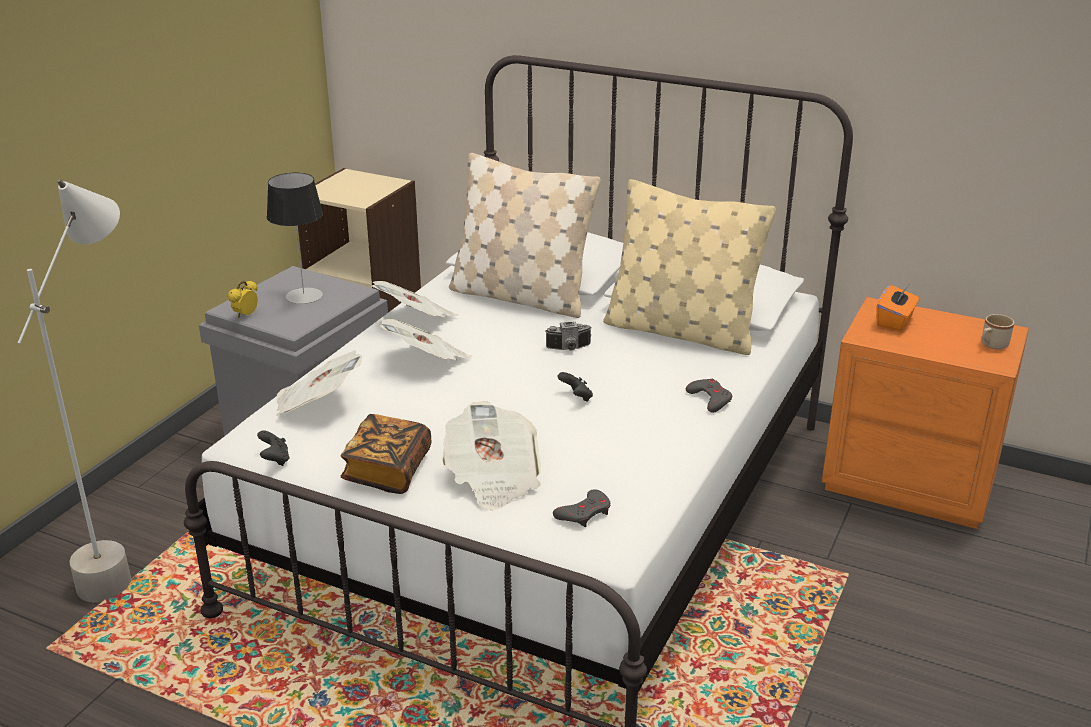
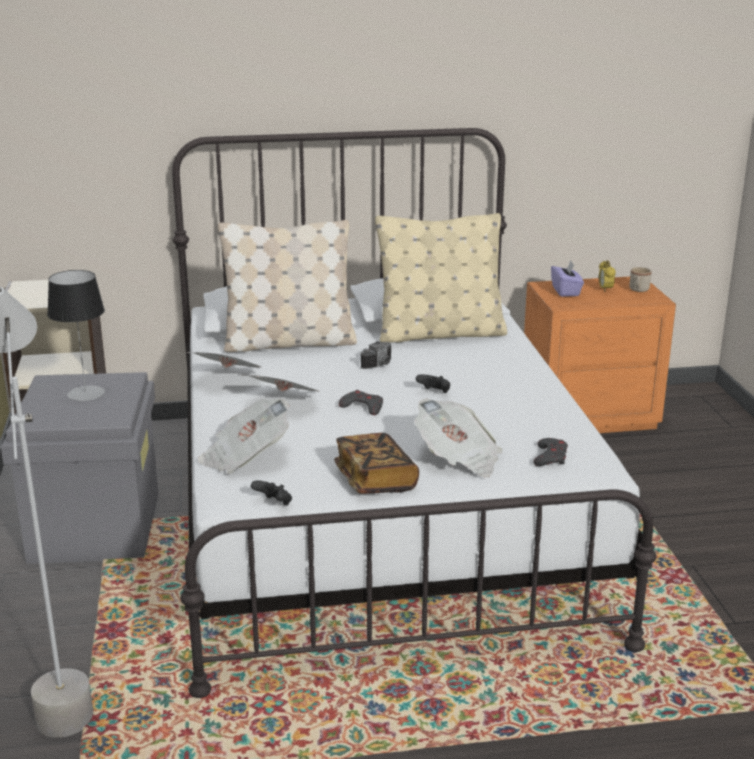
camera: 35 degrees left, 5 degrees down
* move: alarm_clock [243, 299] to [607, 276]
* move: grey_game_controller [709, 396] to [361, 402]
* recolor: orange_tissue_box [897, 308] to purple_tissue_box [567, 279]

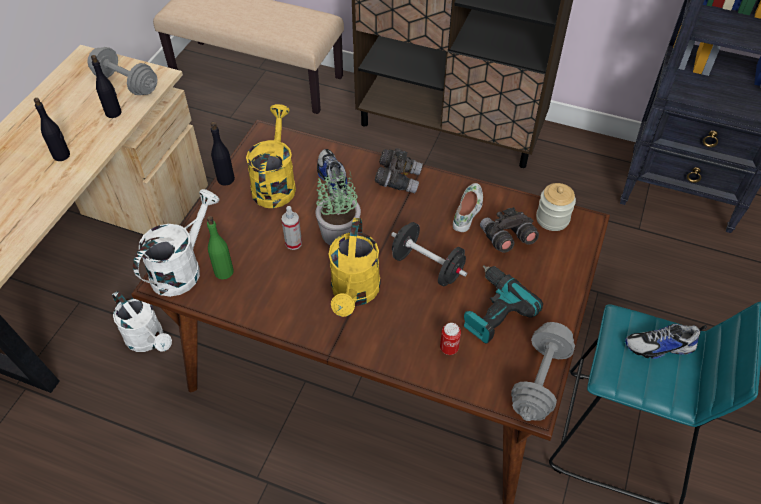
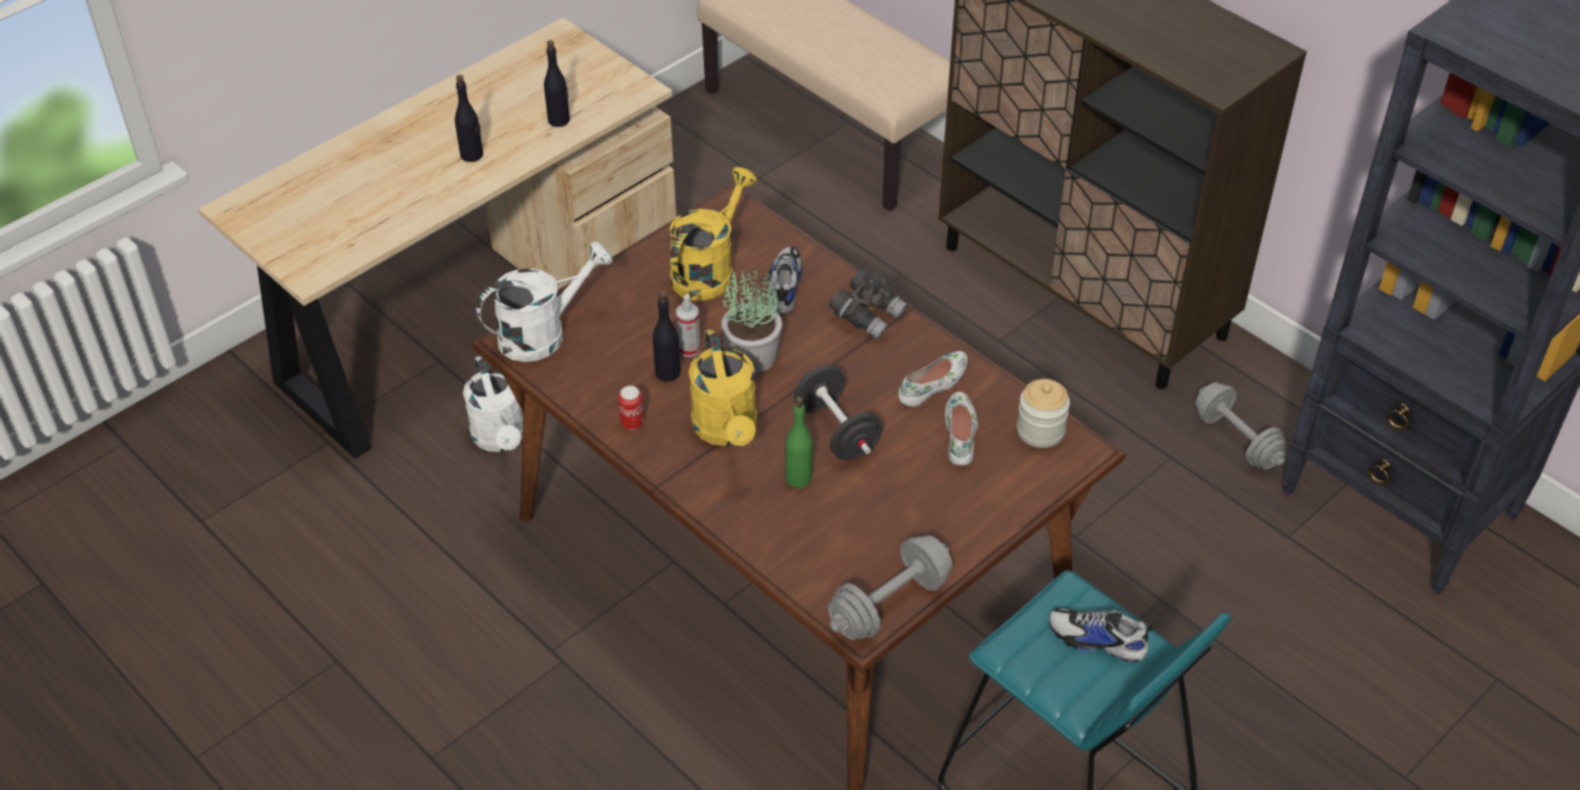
camera: 25 degrees right, 5 degrees down
* delete: power_drill [503, 305]
* move: grey_dumbbell [122, 71] to [1241, 426]
* move: green_bottle [220, 247] to [799, 442]
* move: black_bottle [223, 153] to [667, 336]
* move: can [450, 339] to [631, 408]
* replace: grey_binoculars [509, 230] to white_shoe [961, 428]
* rotate: yellow_watering_can [354, 267] = [723, 387] 45 degrees counterclockwise

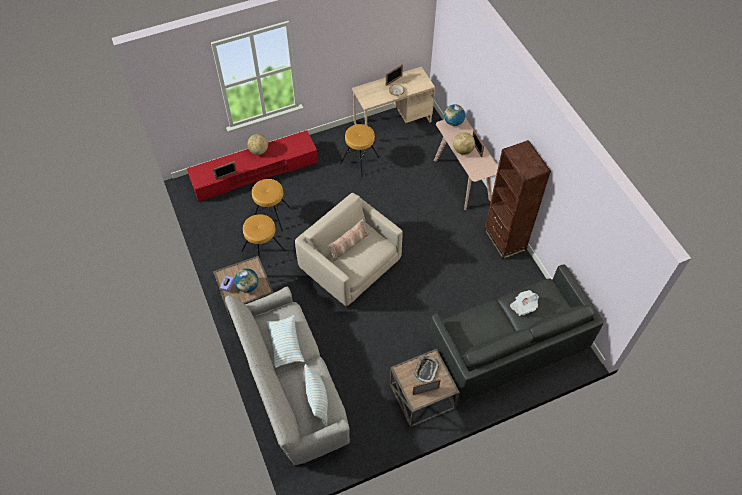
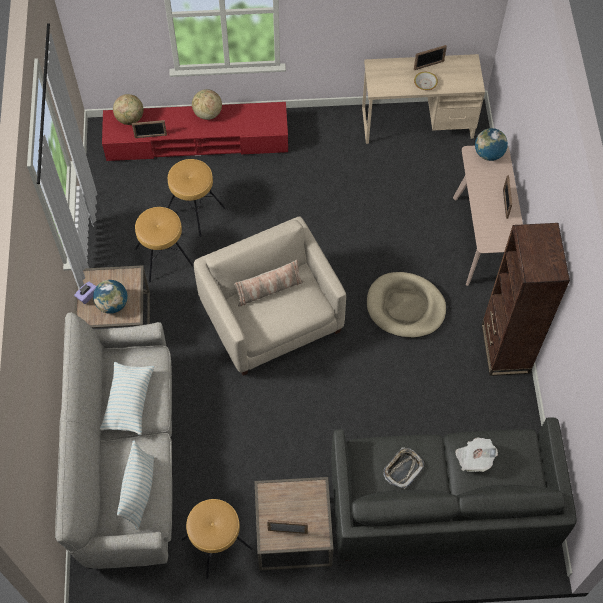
camera: 20 degrees right, 5 degrees up
* insert: beige_dog_bed [406, 305]
* move: brown_stool [360, 150] to [216, 539]
* move: tray [426, 369] to [403, 468]
* move: globe [464, 143] to [128, 109]

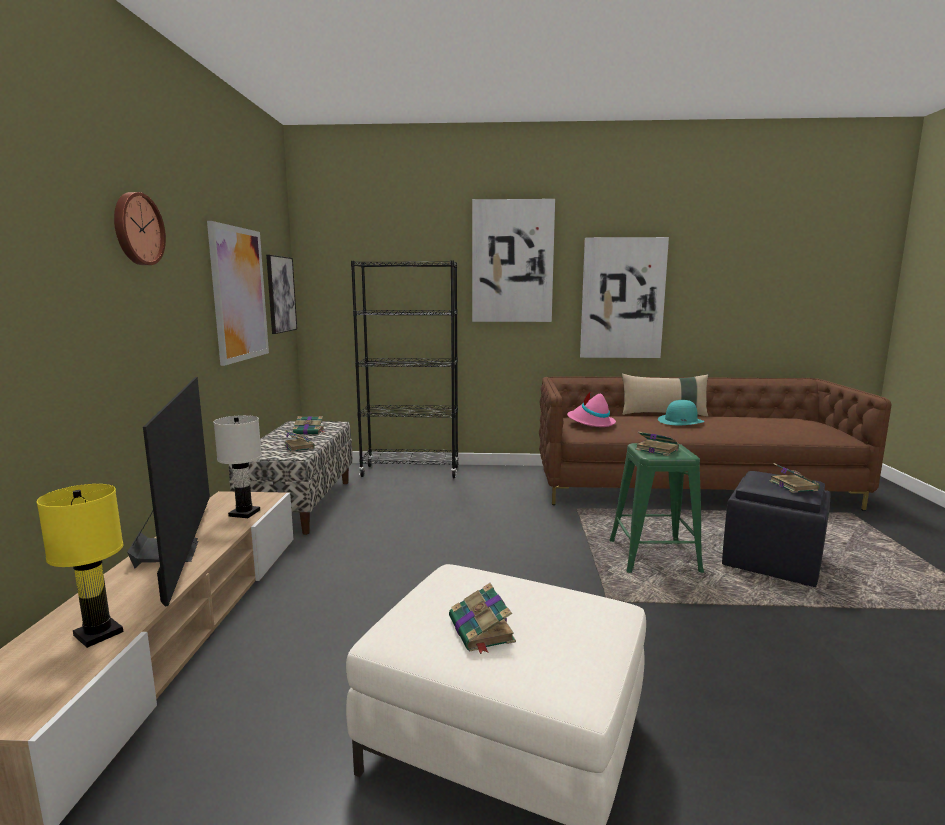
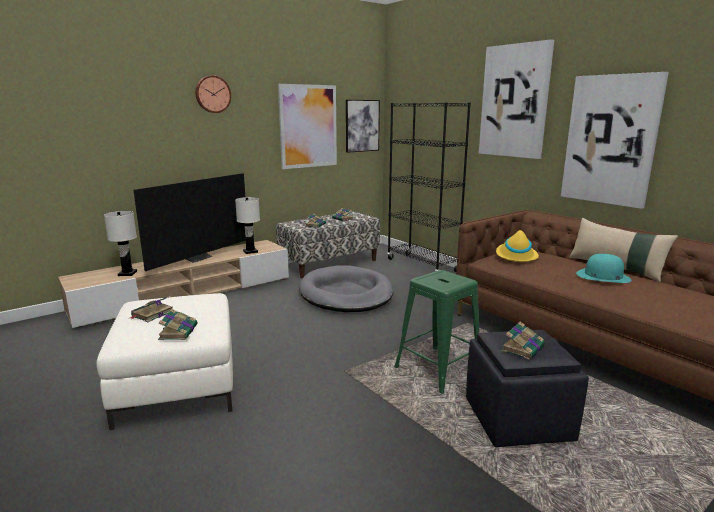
camera: 50 degrees right, 5 degrees up
* insert: grey_dog_bed [346, 288]
* move: book [657, 443] to [178, 324]
* recolor: yellow_table_lamp [79, 566] to white_table_lamp [120, 243]
* recolor: pink_hat [591, 409] to yellow_hat [517, 246]

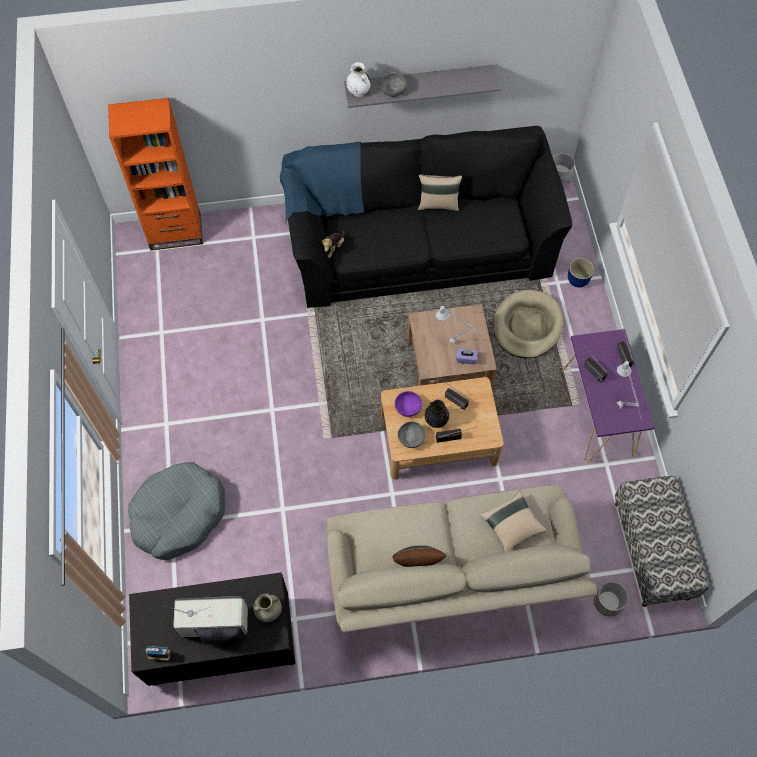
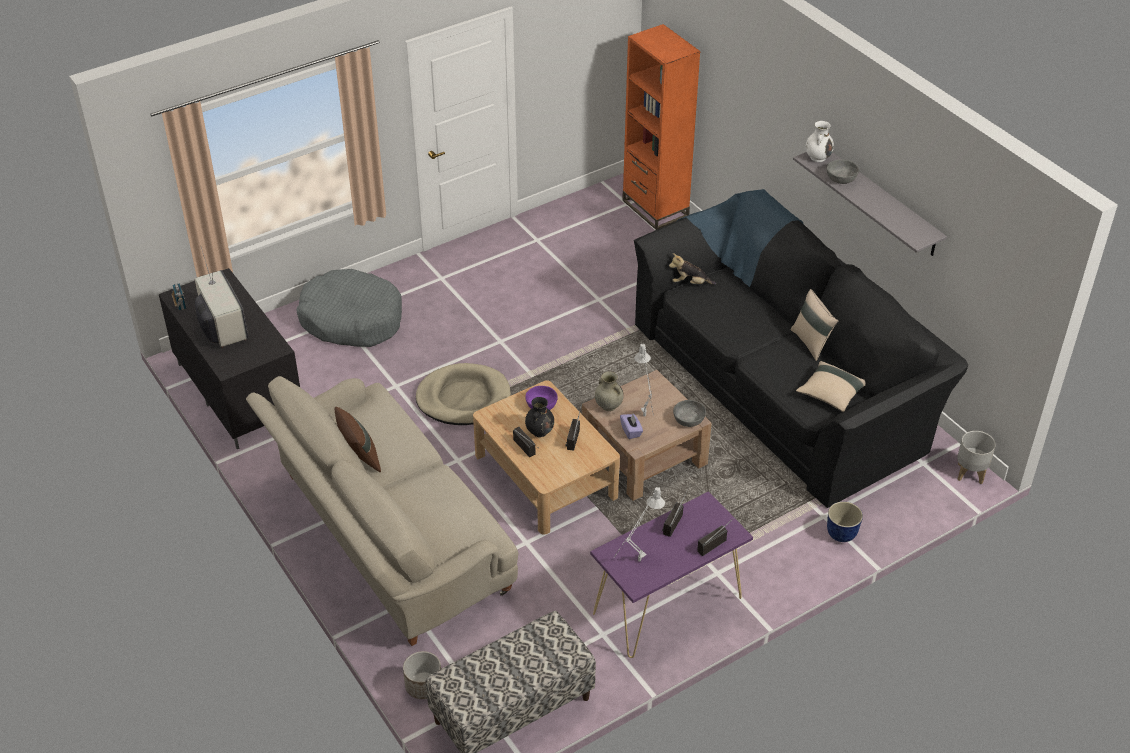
camera: 65 degrees right, 20 degrees down
* move: beige_vase [267, 607] to [609, 391]
* move: grey_bowl [412, 434] to [689, 413]
* move: beige_pillow [513, 521] to [831, 386]
* move: beige_dog_bed [528, 324] to [463, 394]

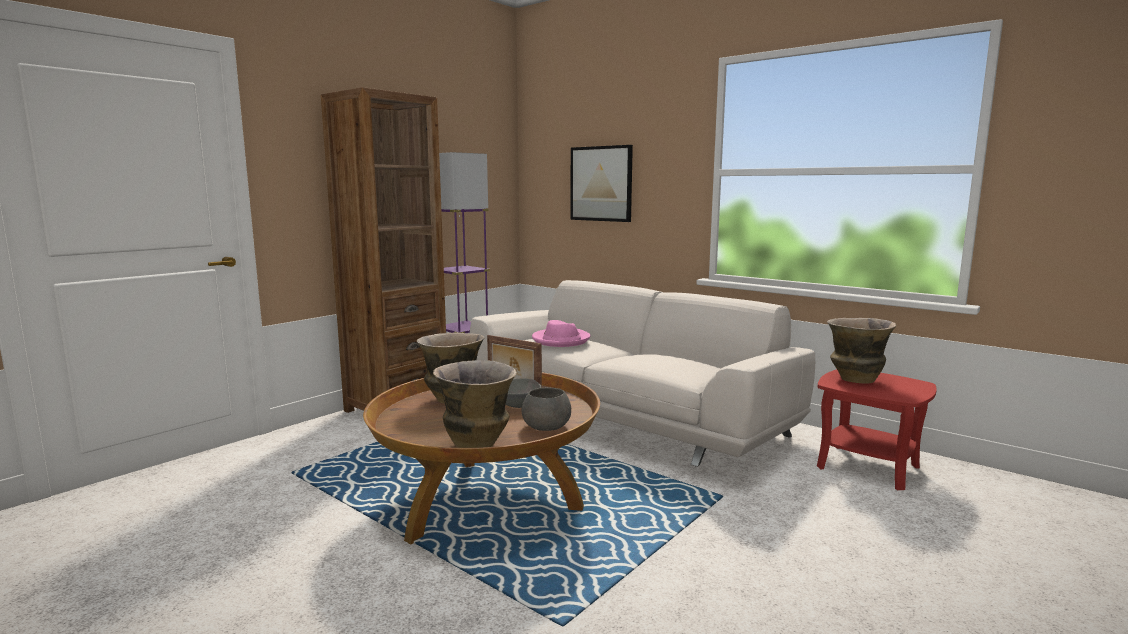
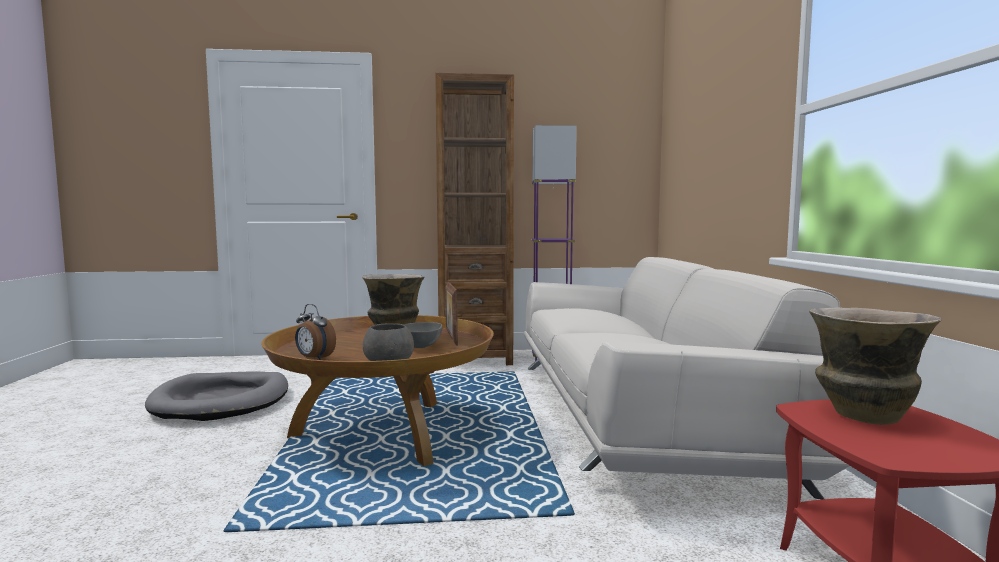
camera: 45 degrees right, 5 degrees down
* delete: pink_hat [561, 333]
* delete: picture [602, 183]
* insert: grey_dog_bed [216, 396]
* replace: vase [475, 404] to alarm_clock [315, 332]

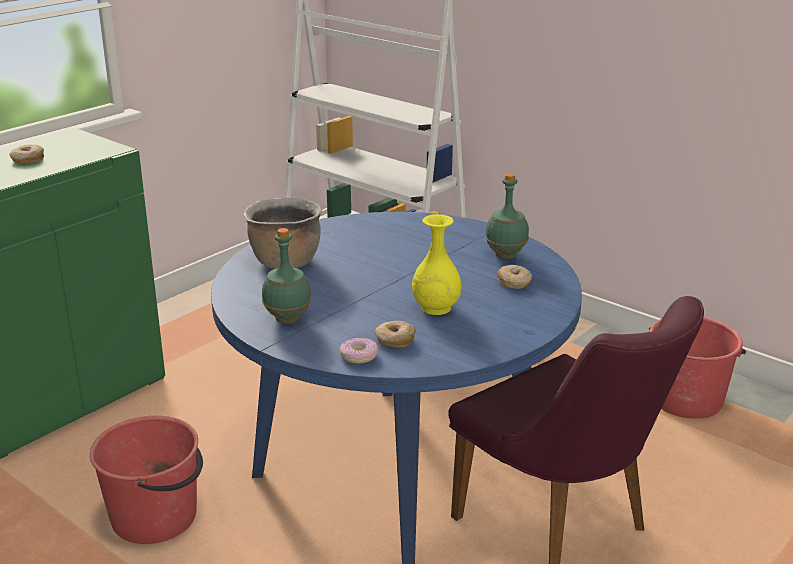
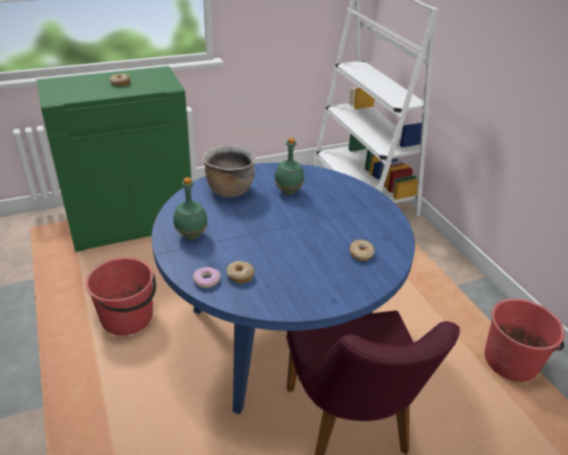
camera: 25 degrees right, 10 degrees up
* delete: yellow_vase [436, 264]
* move: green_bottle [507, 216] to [289, 166]

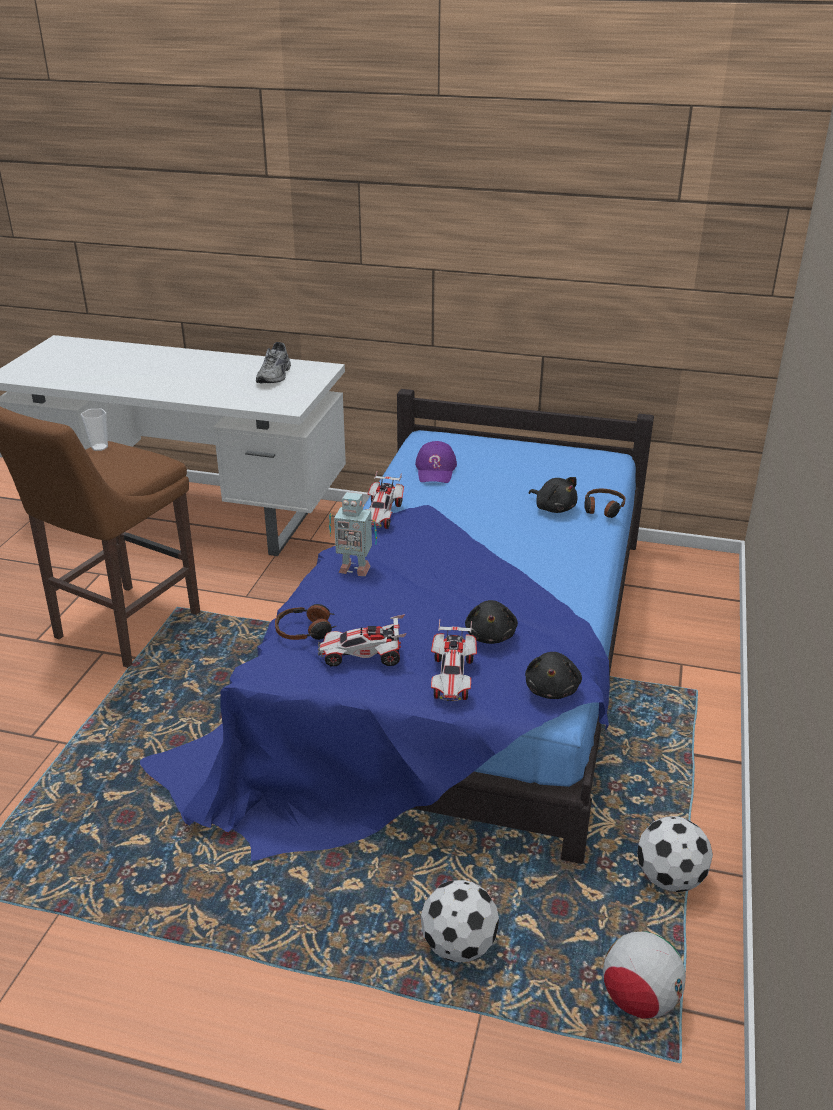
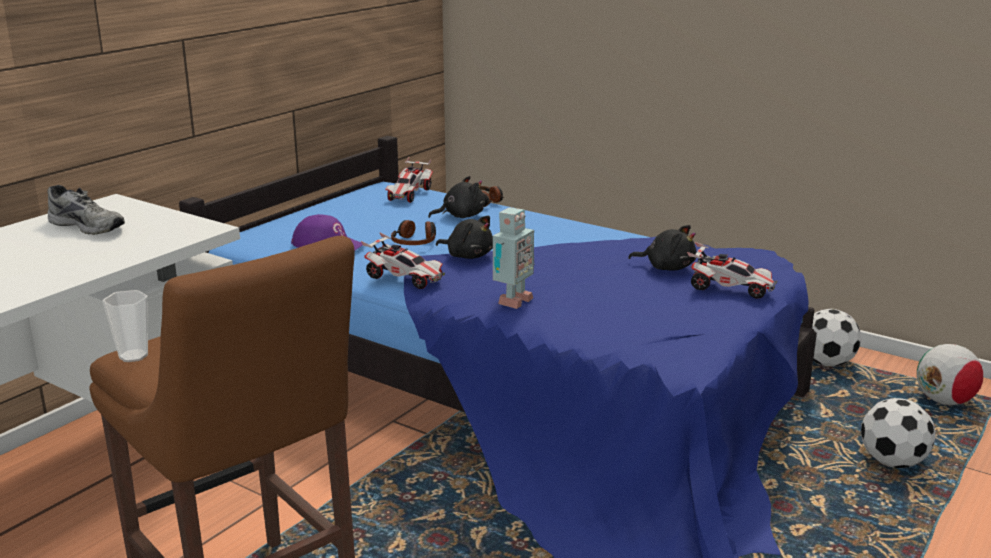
camera: 70 degrees left, 10 degrees down
* move: headphones [305, 622] to [413, 232]
* move: toy_car [362, 640] to [409, 180]
* move: black_plush_toy [553, 675] to [464, 237]

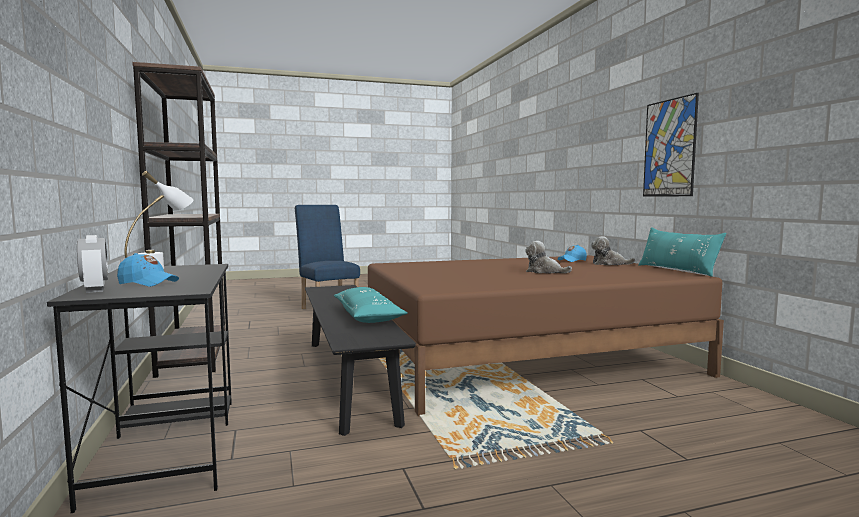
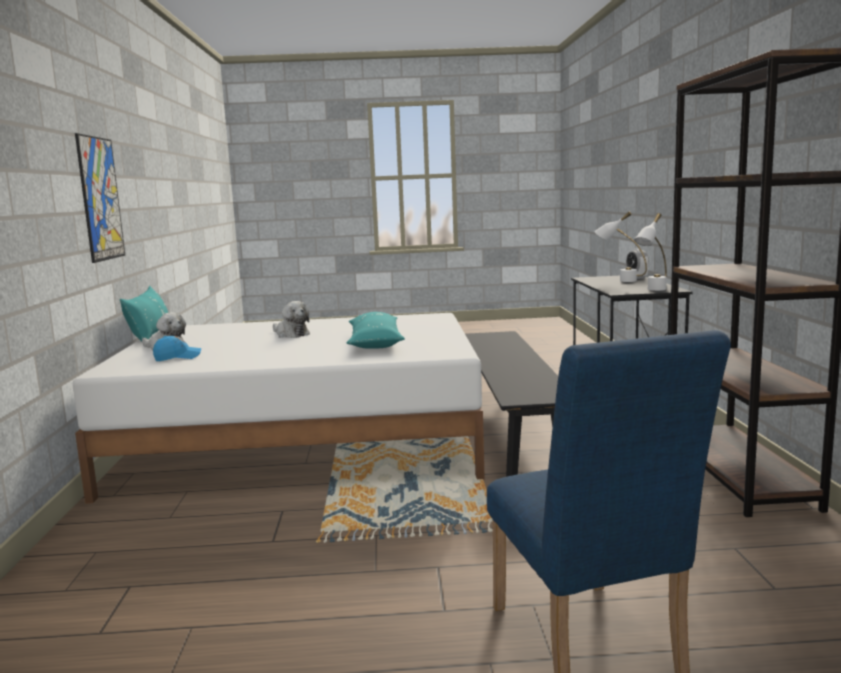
camera: 165 degrees left, 5 degrees up
* move: turquoise_pillow [371, 305] to [375, 330]
* replace: blue_cap [148, 270] to white_table_lamp [621, 247]
* recolor: brown_bed [546, 335] to white_bed [279, 408]

